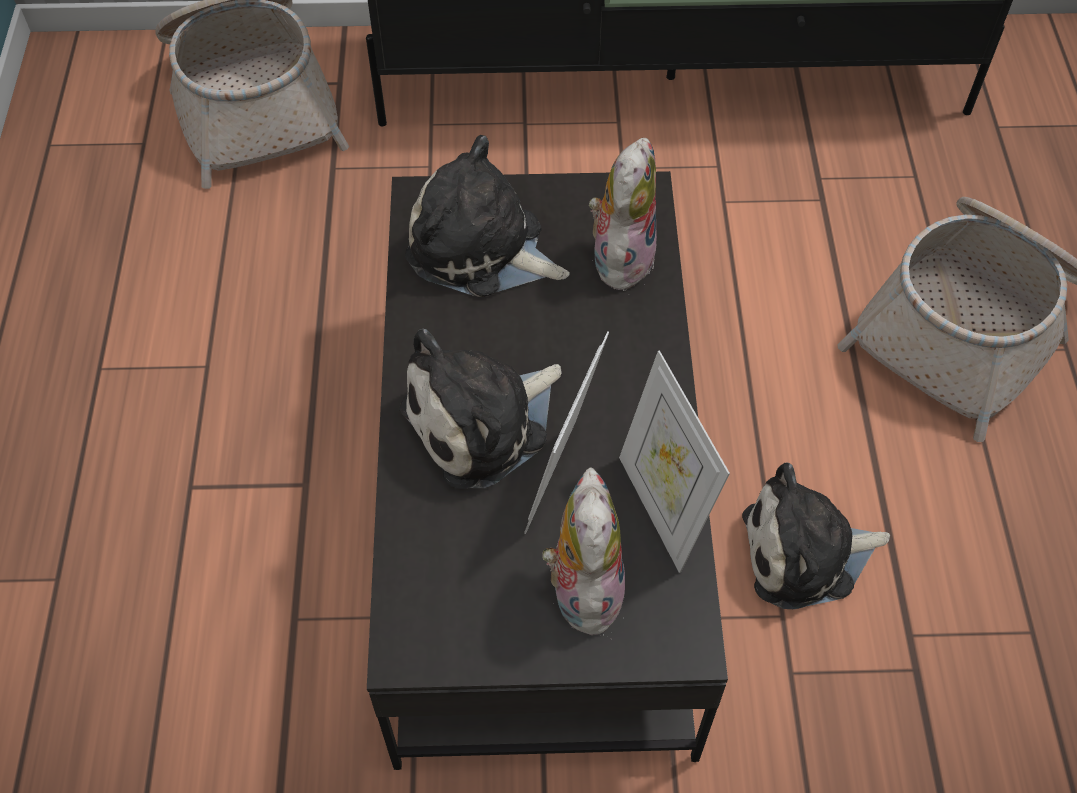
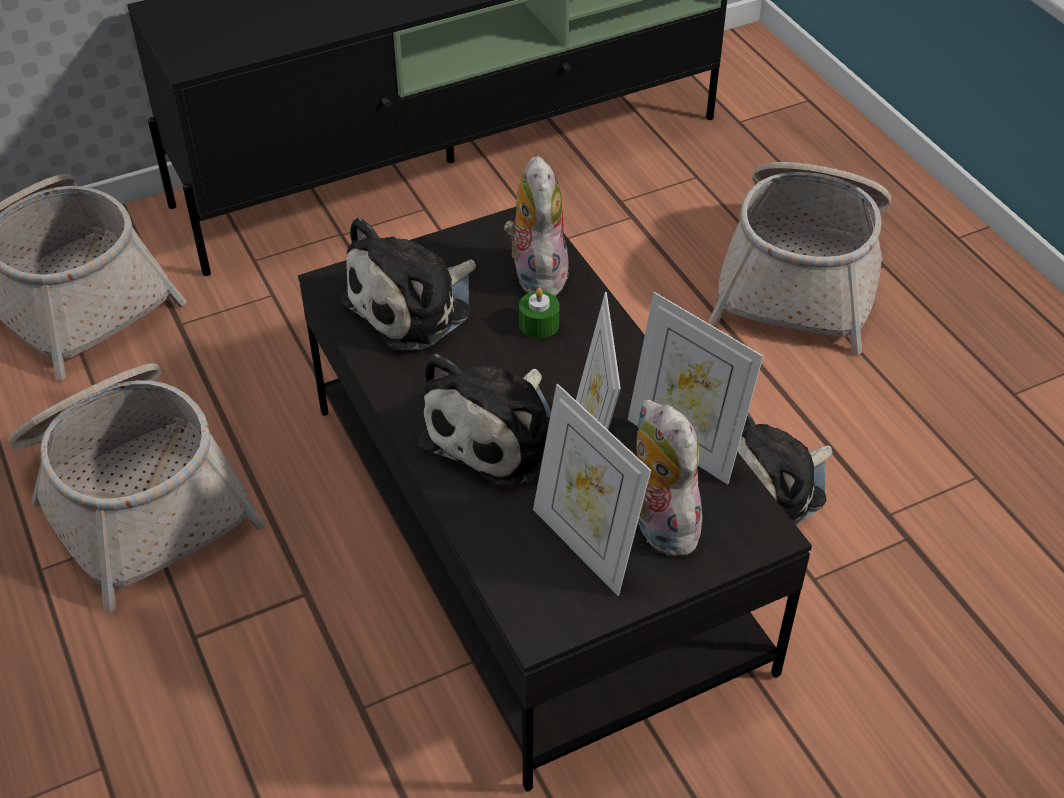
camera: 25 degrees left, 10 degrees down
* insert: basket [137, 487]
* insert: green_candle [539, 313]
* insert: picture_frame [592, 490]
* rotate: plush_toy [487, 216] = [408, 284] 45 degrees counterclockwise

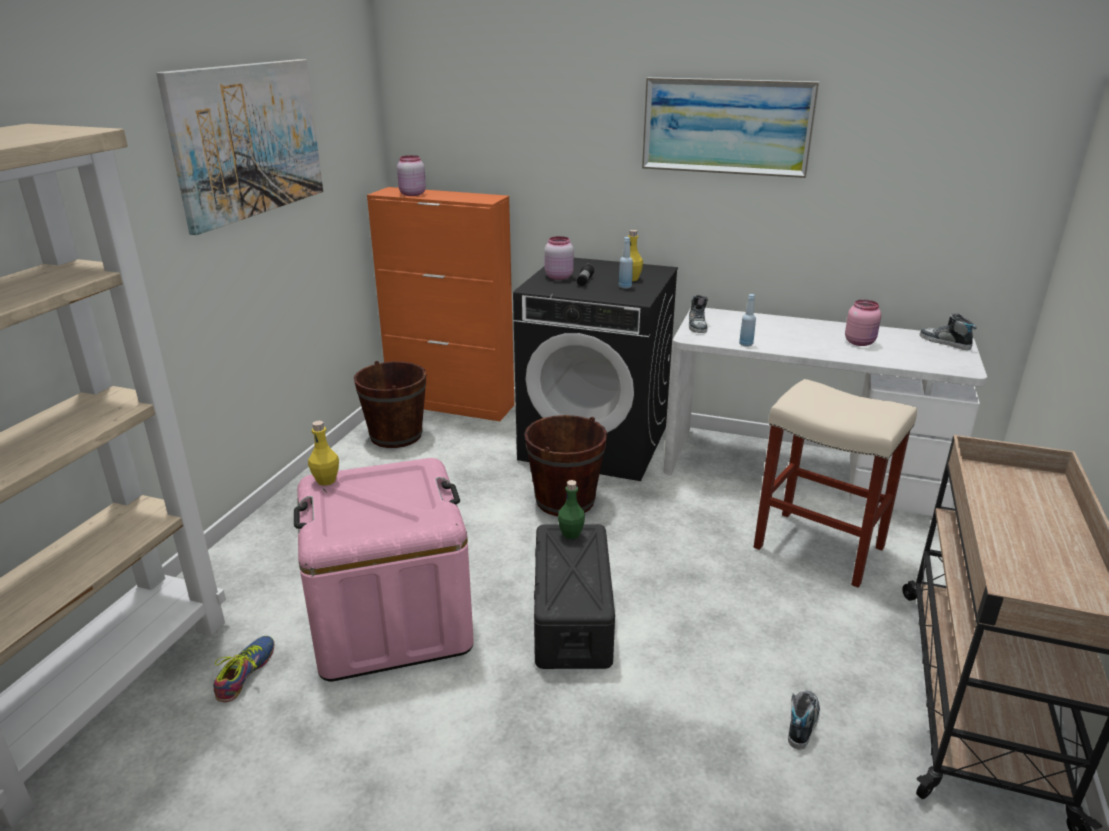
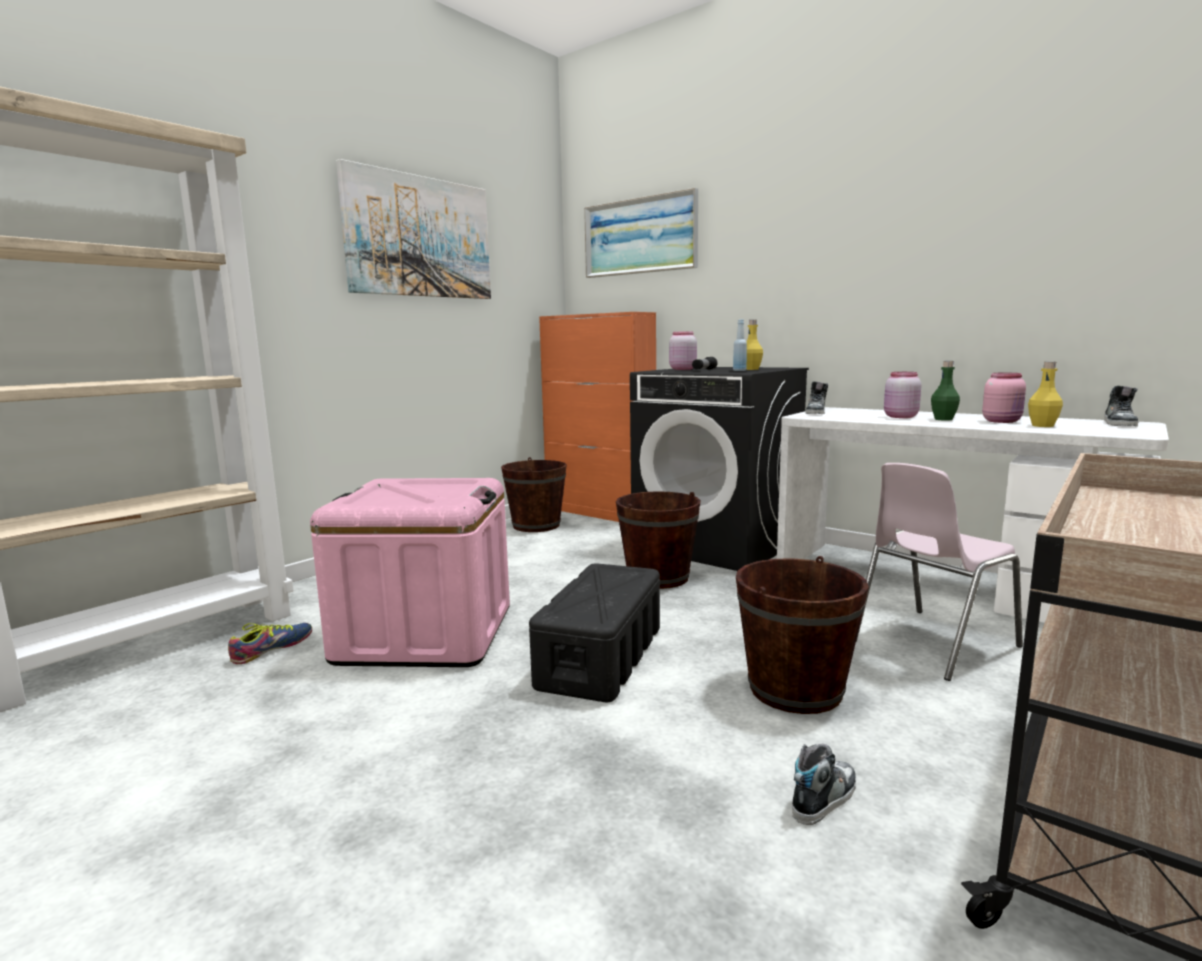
camera: 20 degrees right, 15 degrees down
* delete: blue_bottle [747, 320]
* insert: brown_bucket [802, 635]
* move: yellow_bottle [323, 453] to [1045, 394]
* move: pink_jar [411, 175] to [902, 395]
* move: green_bottle [571, 509] to [945, 391]
* move: picture [730, 127] to [641, 233]
* replace: beige_stool [835, 483] to pink_chair [939, 572]
* rotate: shoe [948, 331] = [1121, 406] 135 degrees counterclockwise

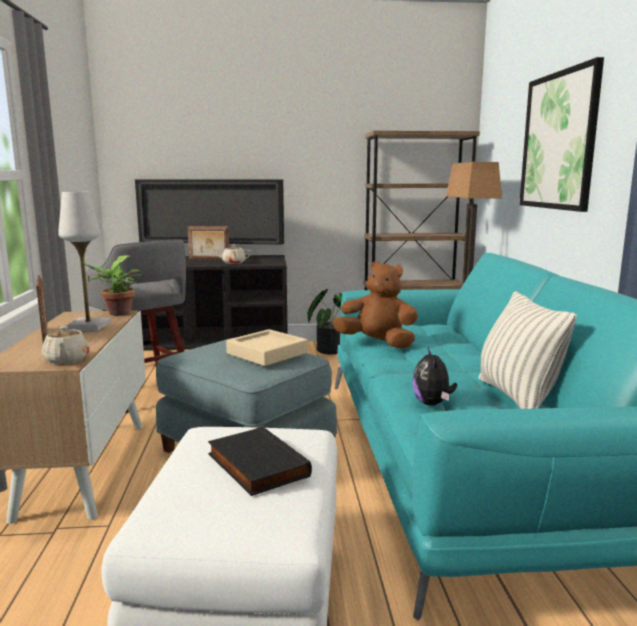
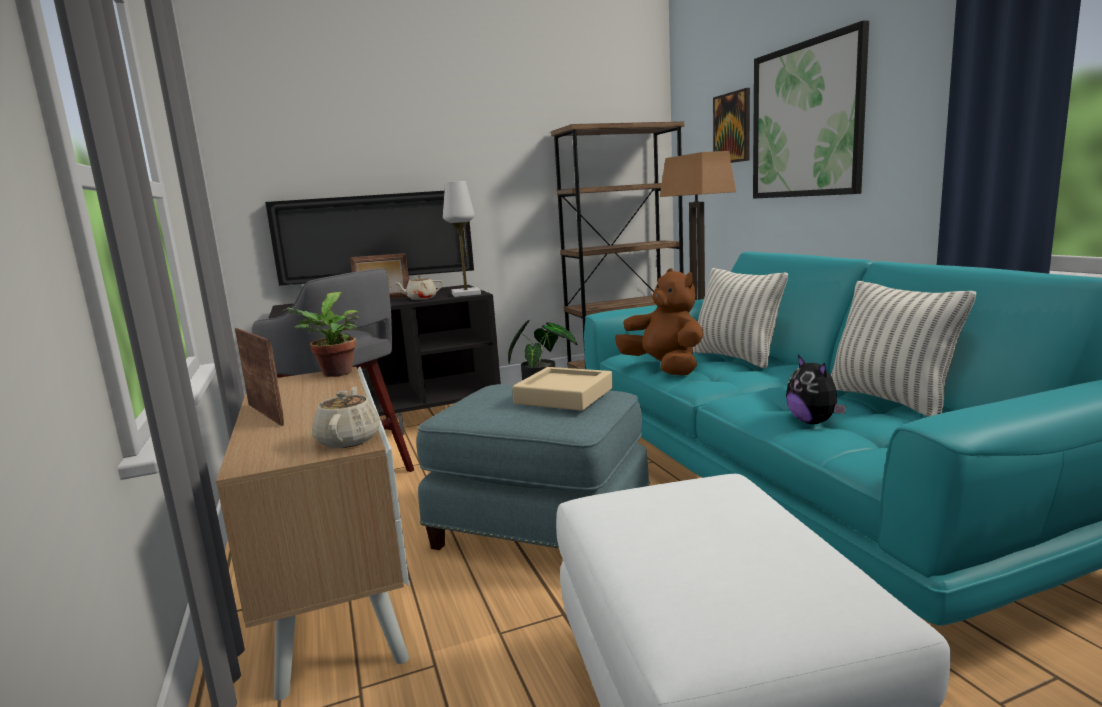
camera: 15 degrees left, 0 degrees up
* delete: black_book [260, 461]
* insert: pillow [740, 318]
* insert: picture [731, 125]
* move: white_table_lamp [84, 261] to [462, 239]
* rotate: beige_teapot [66, 345] = [346, 417] 150 degrees counterclockwise
* rotate: brown_plush_toy [375, 304] = [659, 321] 45 degrees clockwise

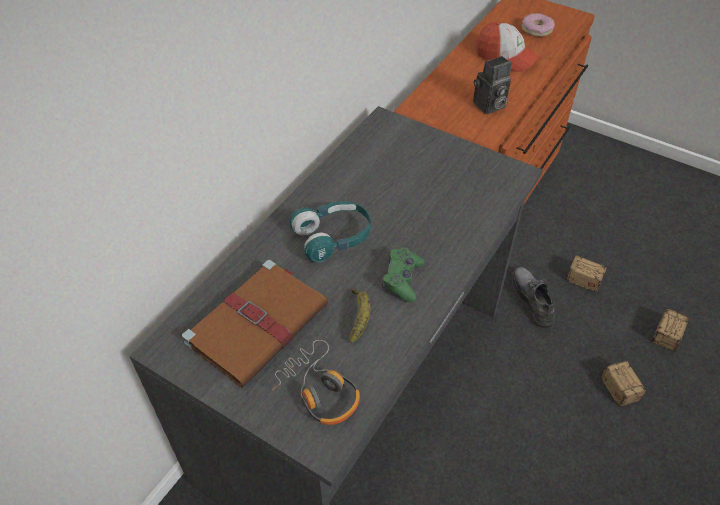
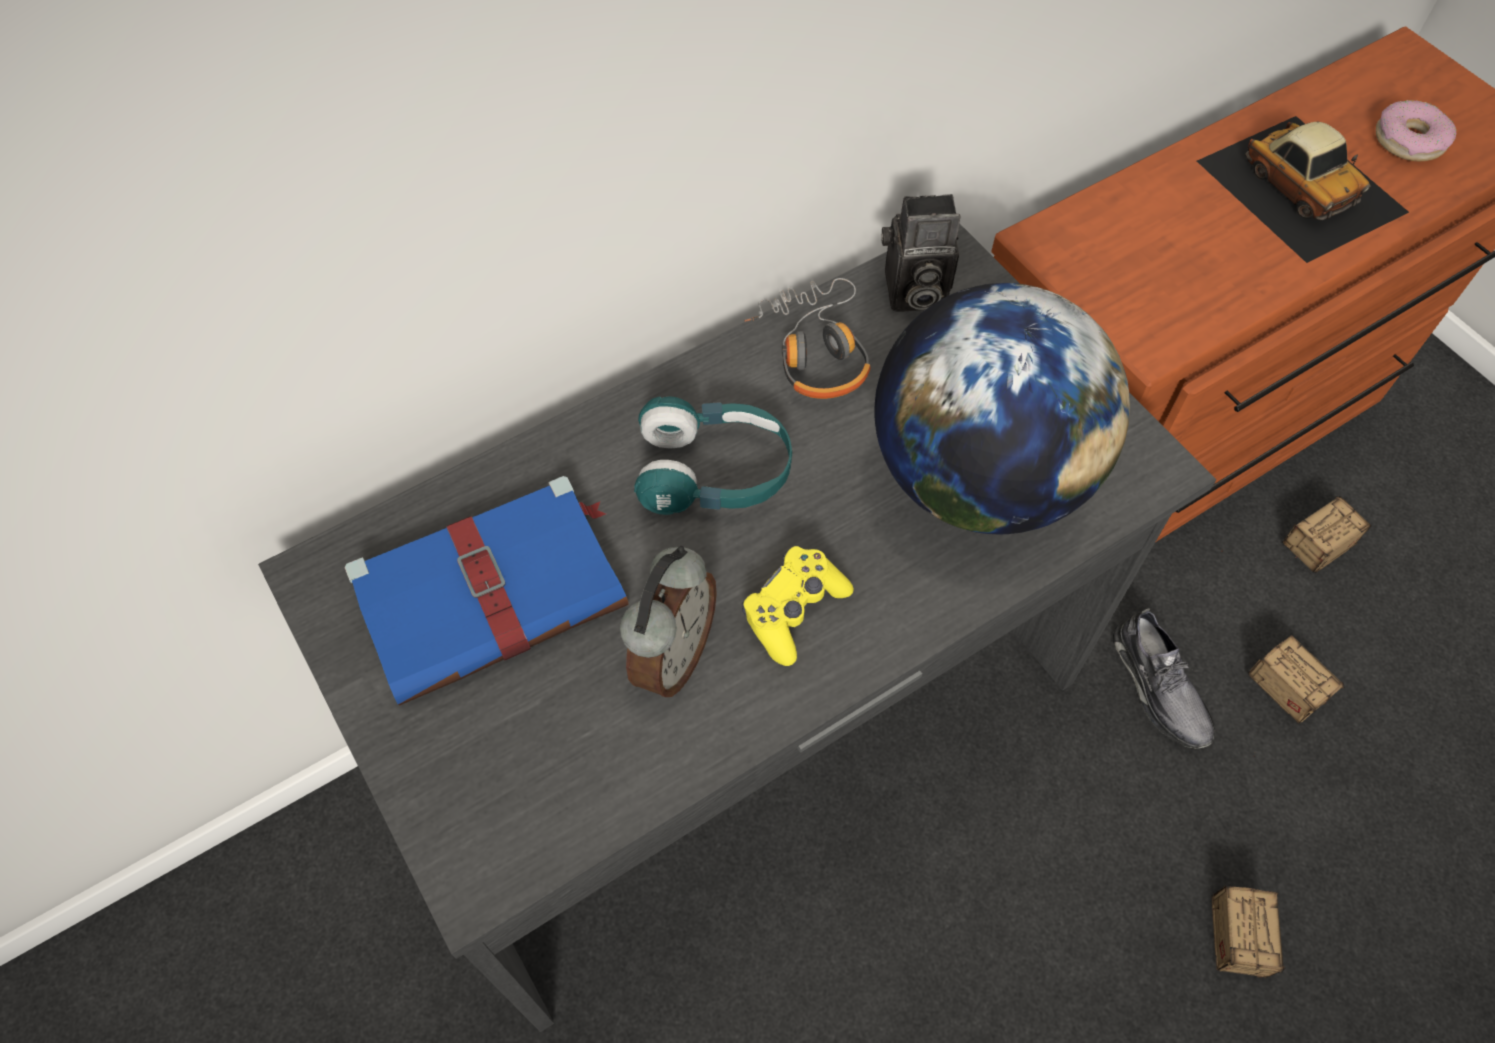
camera: 25 degrees right, 10 degrees up
* insert: globe [1002, 408]
* move: headphones [316, 382] to [807, 338]
* move: photo_camera [492, 85] to [921, 253]
* move: storage_box [671, 330] to [1327, 534]
* replace: banana [360, 315] to alarm_clock [668, 621]
* replace: cap [508, 47] to toy_car [1303, 189]
* recolor: brown_book [255, 324] to blue_book [486, 591]
* recolor: green_game_controller [403, 274] to yellow_game_controller [798, 606]
* rotate: grey_shoe [533, 297] = [1164, 678] 150 degrees clockwise

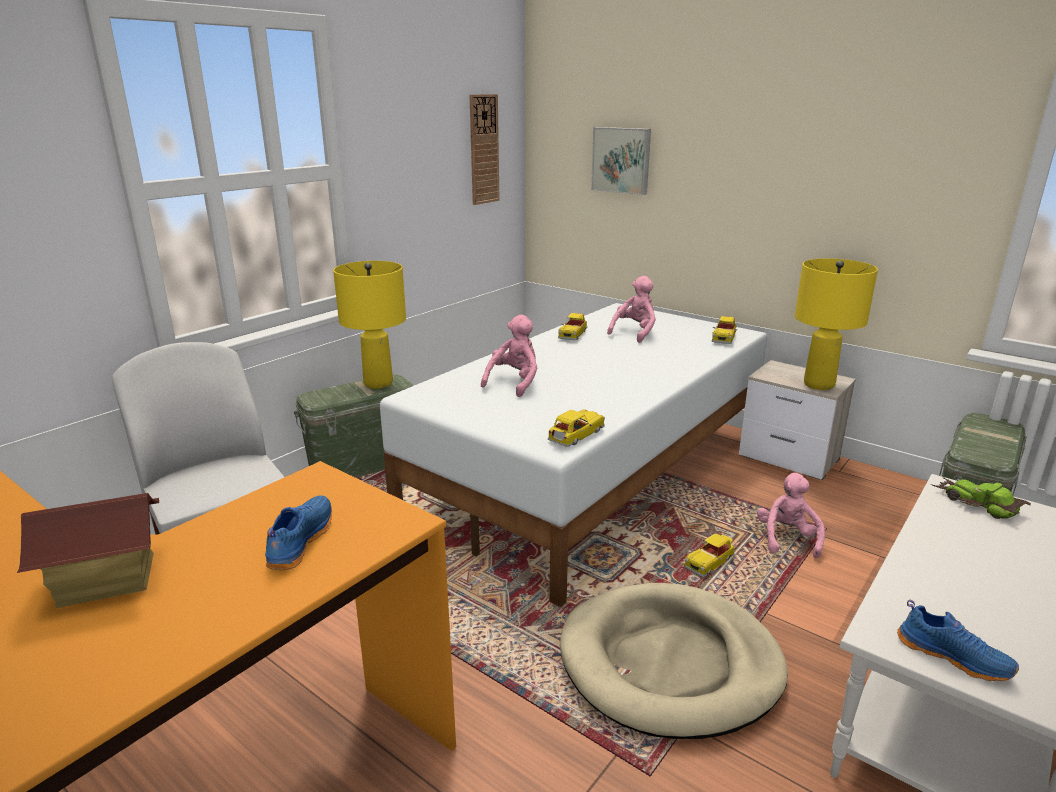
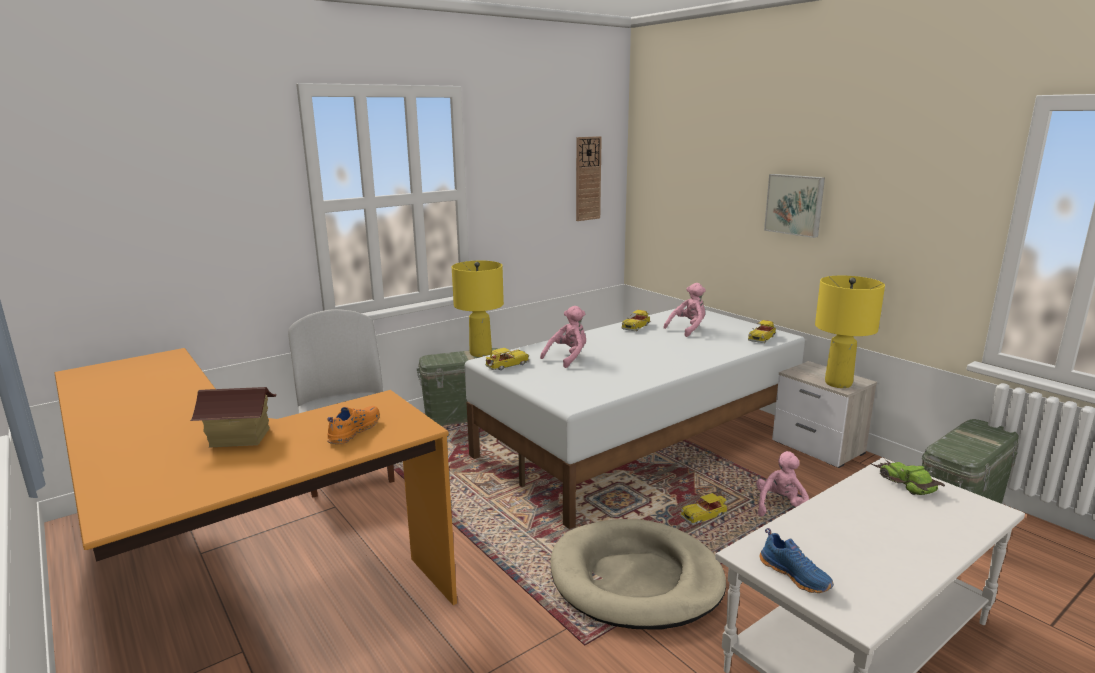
camera: 15 degrees right, 5 degrees down
* move: toy_car [576, 428] to [507, 359]
* move: picture [621, 161] to [794, 206]
* recolor: blue_shoe [298, 532] to orange_shoe [353, 425]

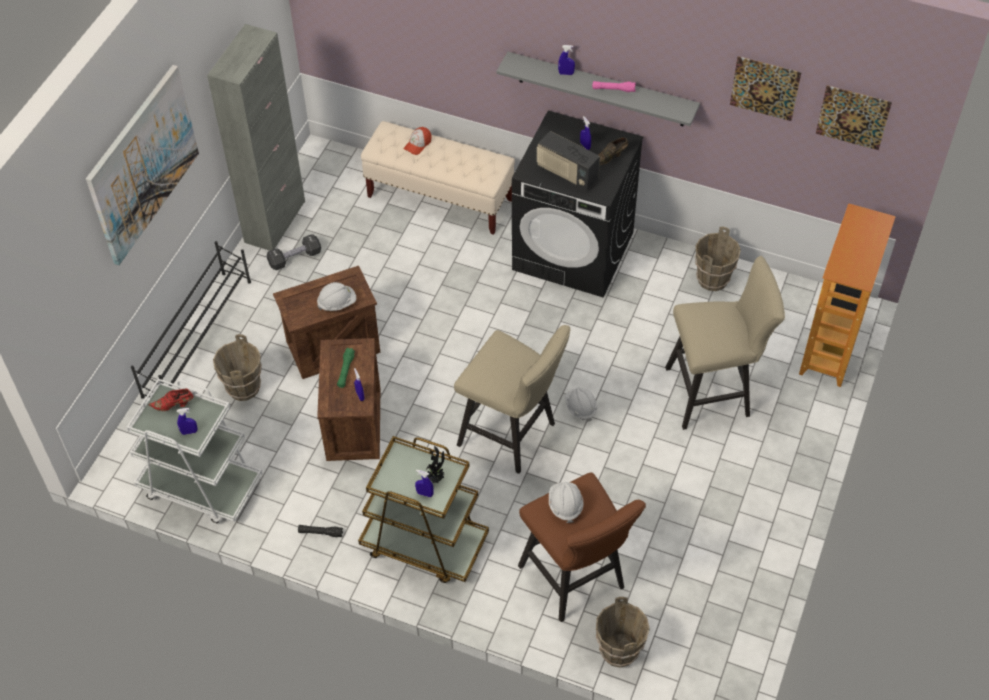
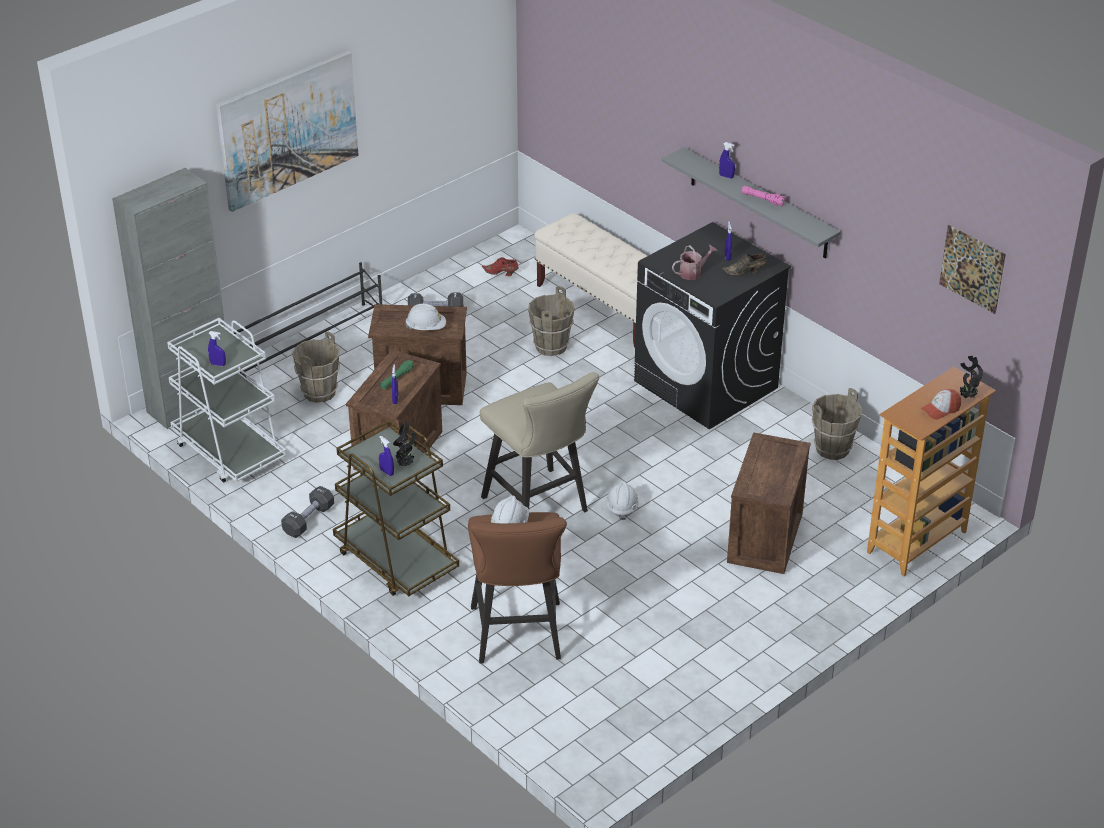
camera: 25 degrees right, 15 degrees down
* delete: picture [766, 88]
* insert: potted_plant [971, 377]
* move: red_shoe [170, 400] to [500, 266]
* move: grey_cabinet [256, 137] to [168, 298]
* move: cap [418, 141] to [941, 404]
* move: brown_bucket [623, 632] to [551, 321]
* replace: black_flashlight [320, 531] to black_dumbbell [307, 512]
* replace: radio [568, 161] to watering_can [694, 262]
* replace: beige_stool [725, 343] to crate [769, 503]

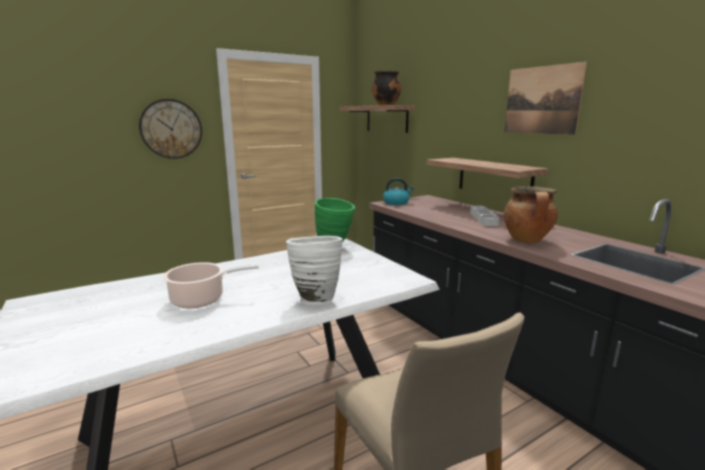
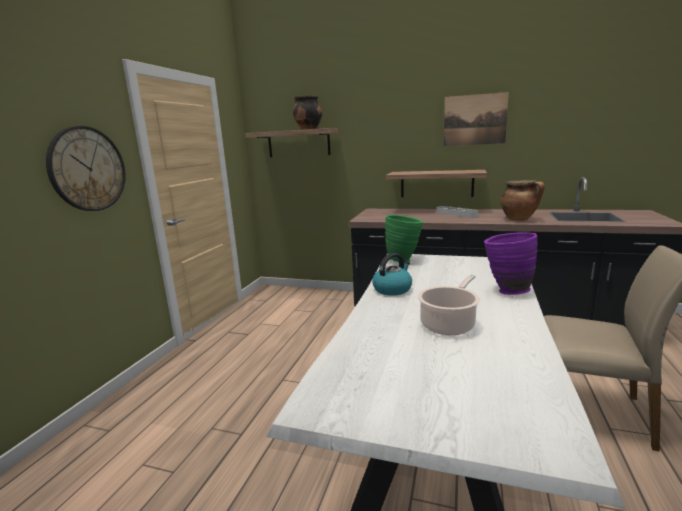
camera: 40 degrees left, 0 degrees up
* move: kettle [398, 191] to [392, 274]
* recolor: white_vase [314, 270] to purple_vase [511, 263]

